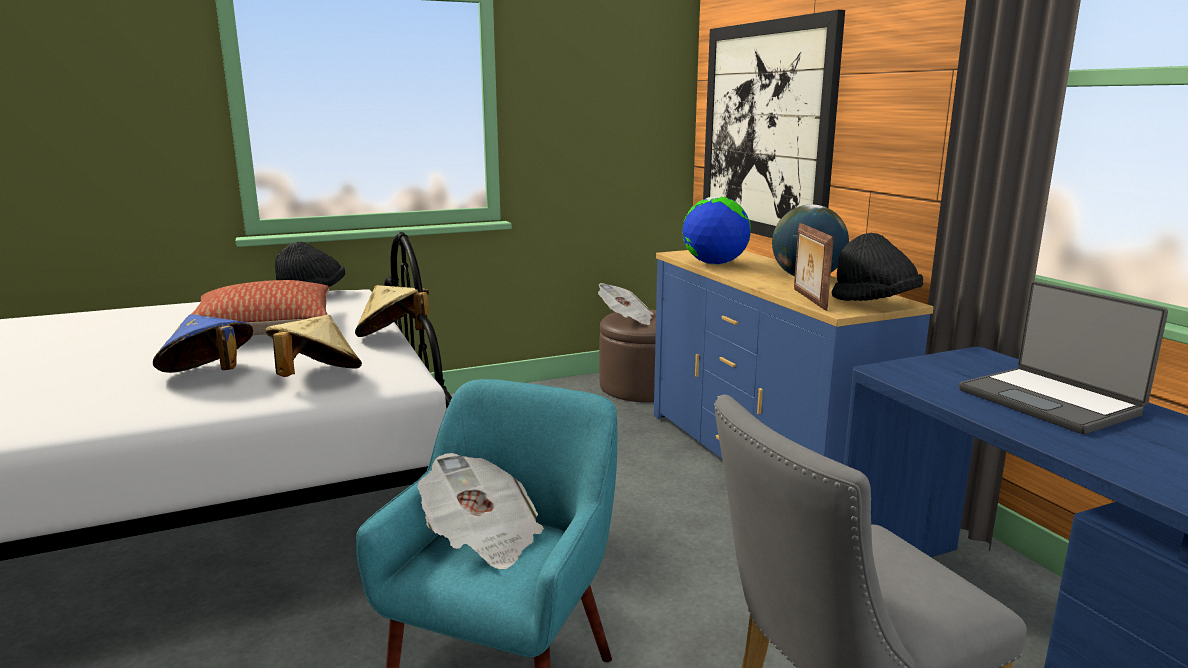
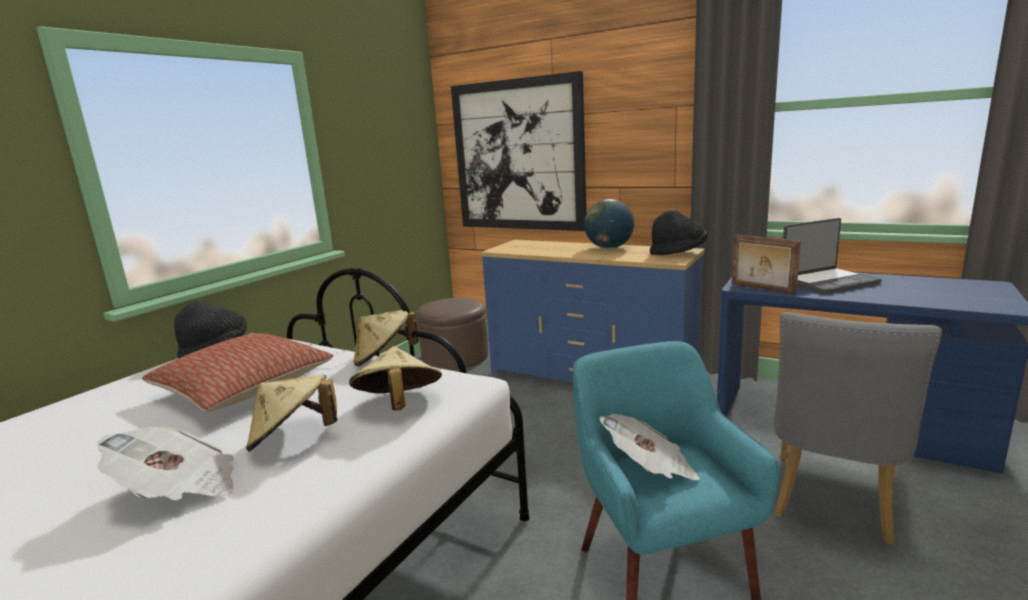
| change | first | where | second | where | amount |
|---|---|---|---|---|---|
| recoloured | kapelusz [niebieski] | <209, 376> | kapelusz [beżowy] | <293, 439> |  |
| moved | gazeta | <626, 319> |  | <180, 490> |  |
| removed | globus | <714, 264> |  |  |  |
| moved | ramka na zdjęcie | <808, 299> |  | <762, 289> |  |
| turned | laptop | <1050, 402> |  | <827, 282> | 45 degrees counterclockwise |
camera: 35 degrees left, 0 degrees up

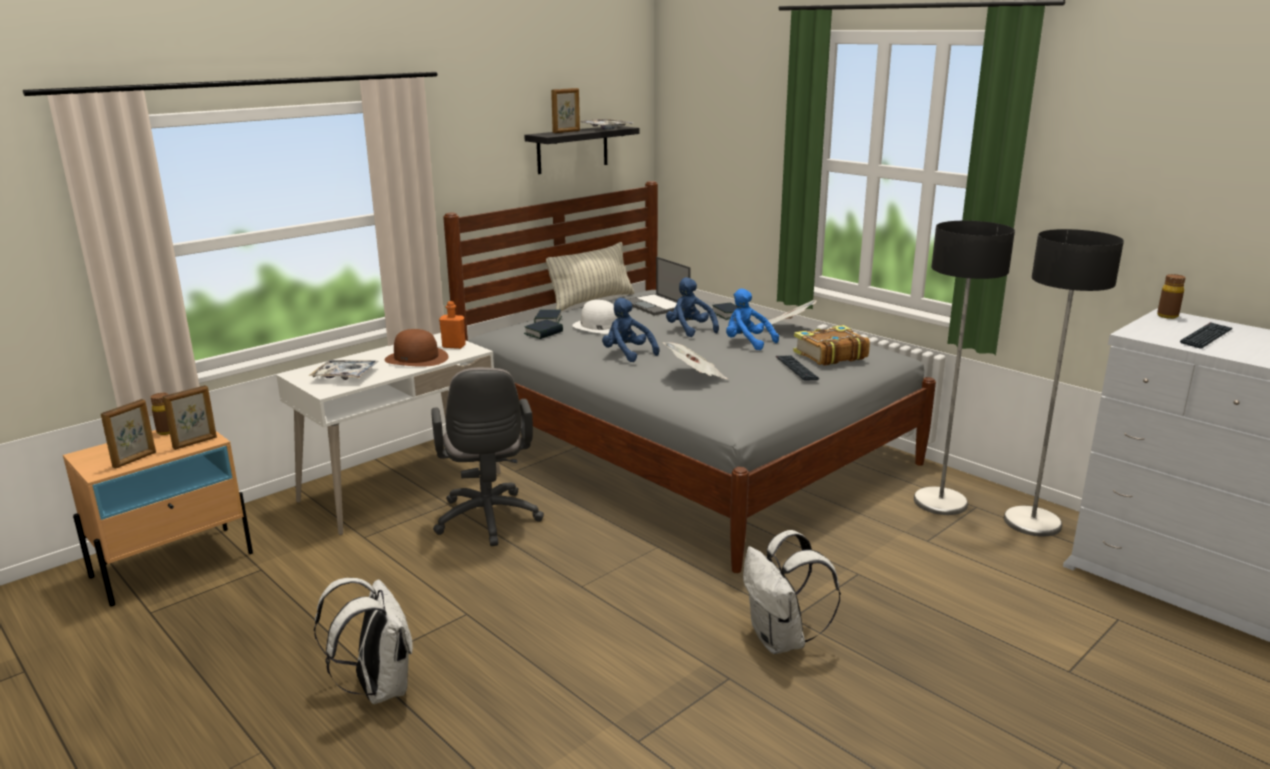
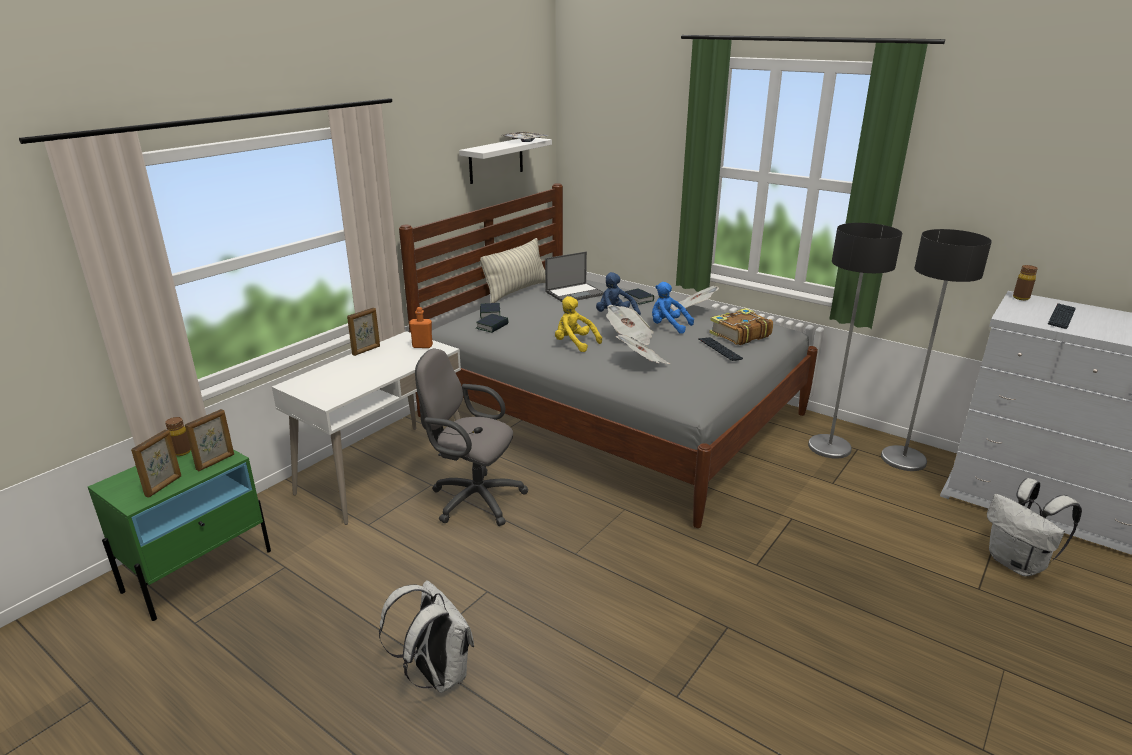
| change | first | where | second | where | amount |
|---|---|---|---|---|---|
| recoloured | szafka nocna [beżowy] | <173, 564> | szafka nocna [zielony] | <199, 570> |  |
| removed | taca | <345, 375> |  |  |  |
| removed | kapelusz [brązowy] | <417, 358> |  |  |  |
| turned | krzesło biurowe [szary] | <488, 521> |  | <472, 499> | 135 degrees clockwise |
| recoloured | półka [czarny] | <572, 149> | półka [biały] | <496, 160> |  |
| moved | ramka na zdjęcie | <566, 132> |  | <366, 350> |  |
| removed | kapelusz [biały] | <599, 326> |  |  |  |
| recoloured | pluszak [niebieski] | <627, 354> | pluszak [żółty] | <574, 343> |  |
| turned | laptop | <656, 305> |  | <575, 293> | 75 degrees counterclockwise |
| moved | plecak [biały] | <781, 640> |  | <1017, 564> |  |
| added |  |  | gazeta | <630, 337> |  |
camera: 10 degrees left, 5 degrees up

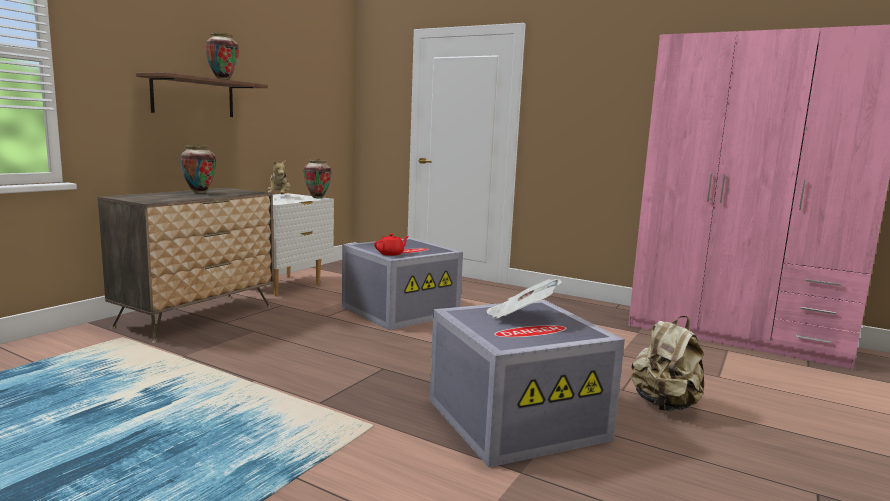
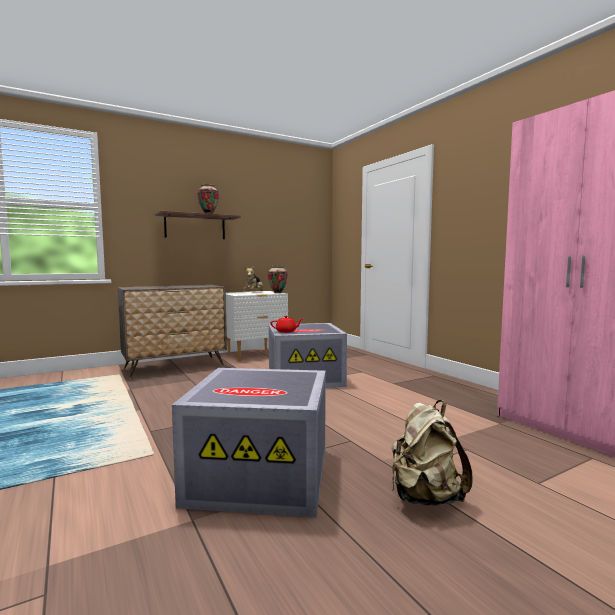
| change | first | where | second | where | amount |
|---|---|---|---|---|---|
| removed | wazon | <199, 192> |  |  |  |
| removed | gazeta | <520, 317> |  |  |  |
camera: 30 degrees right, 5 degrees down

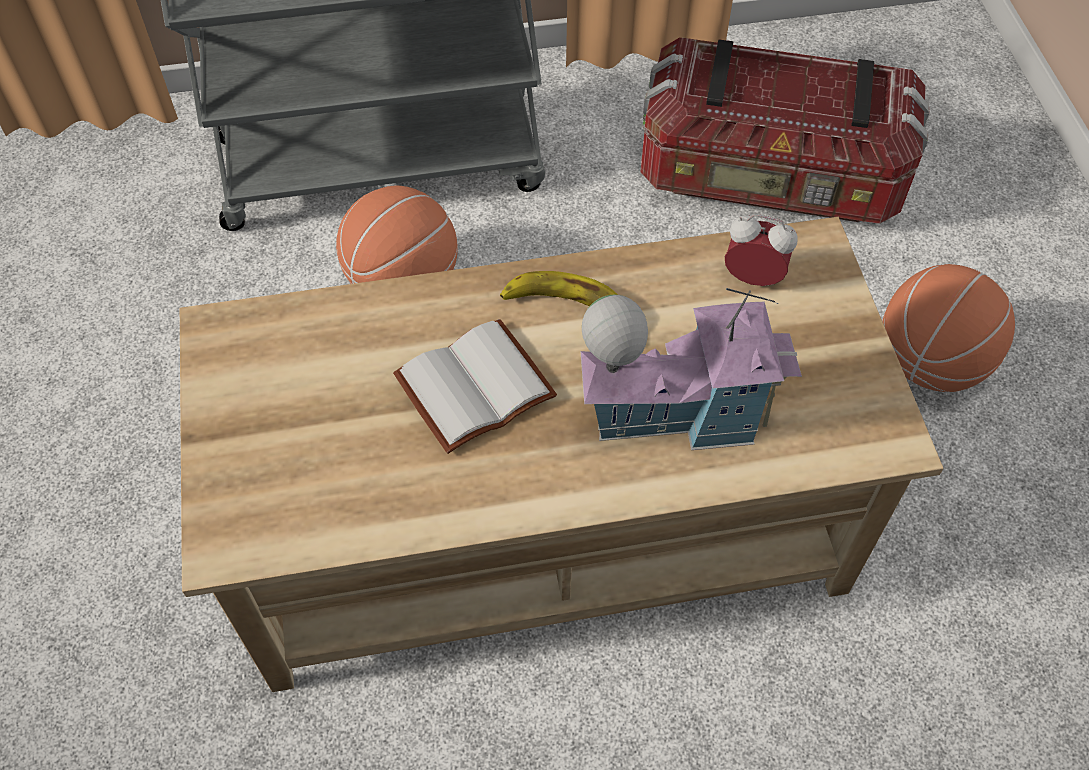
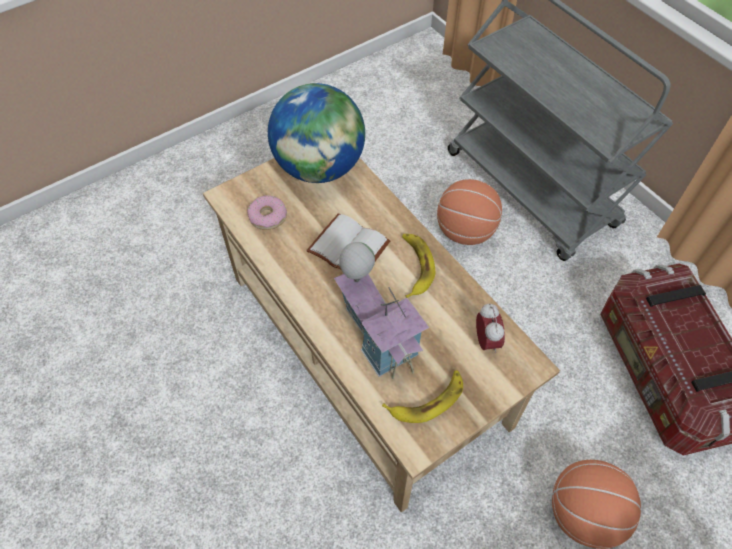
| change | first | where | second | where | amount |
|---|---|---|---|---|---|
| added |  |  | donut | <268, 216> |  |
| added |  |  | globus | <319, 167> |  |
| added |  |  | banan | <427, 399> |  |
camera: 65 degrees right, 0 degrees up

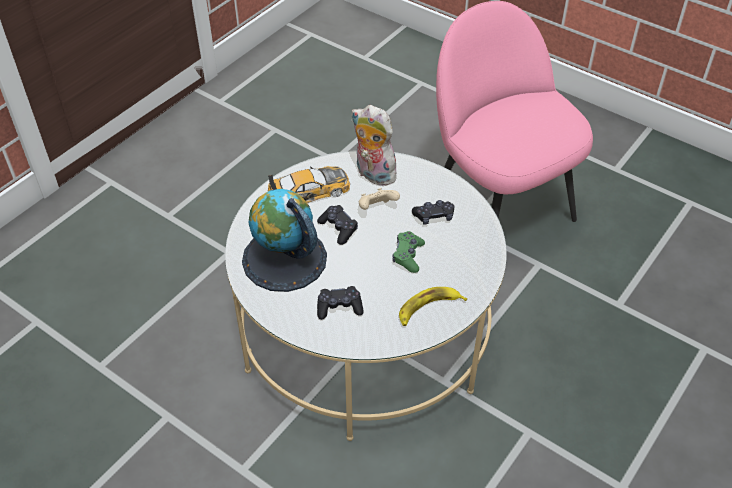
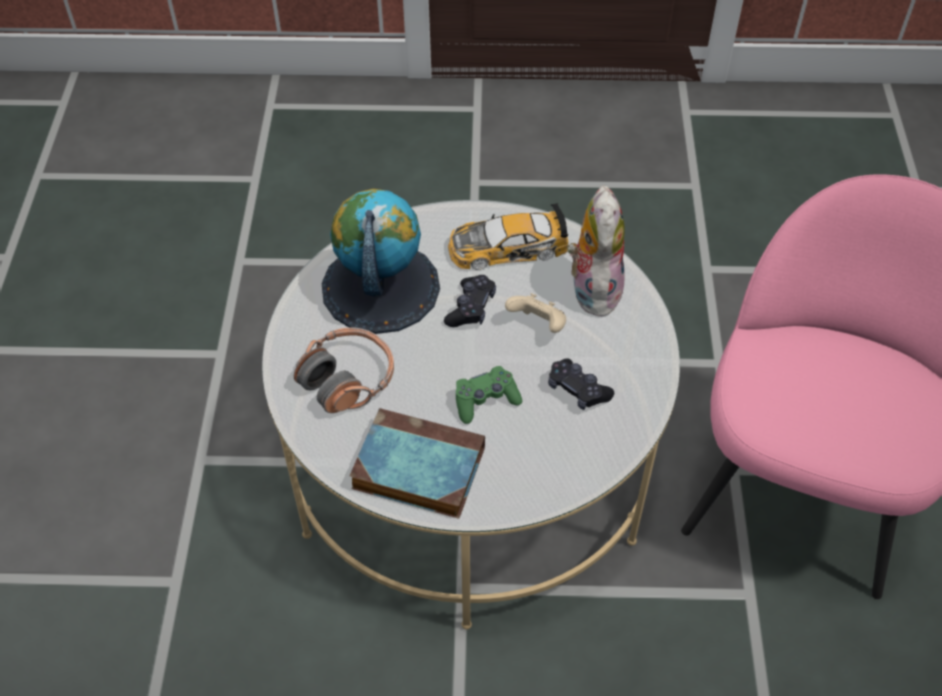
| change | first | where | second | where | amount |
|---|---|---|---|---|---|
| turned | samochodzik | <310, 191> |  | <507, 247> | 135 degrees clockwise |
| replaced | pad do gier [czarny] | <339, 307> | słuchawki | <347, 379> |  |
| replaced | banan | <428, 308> | książka | <415, 468> |  |
camera: 55 degrees right, 5 degrees up

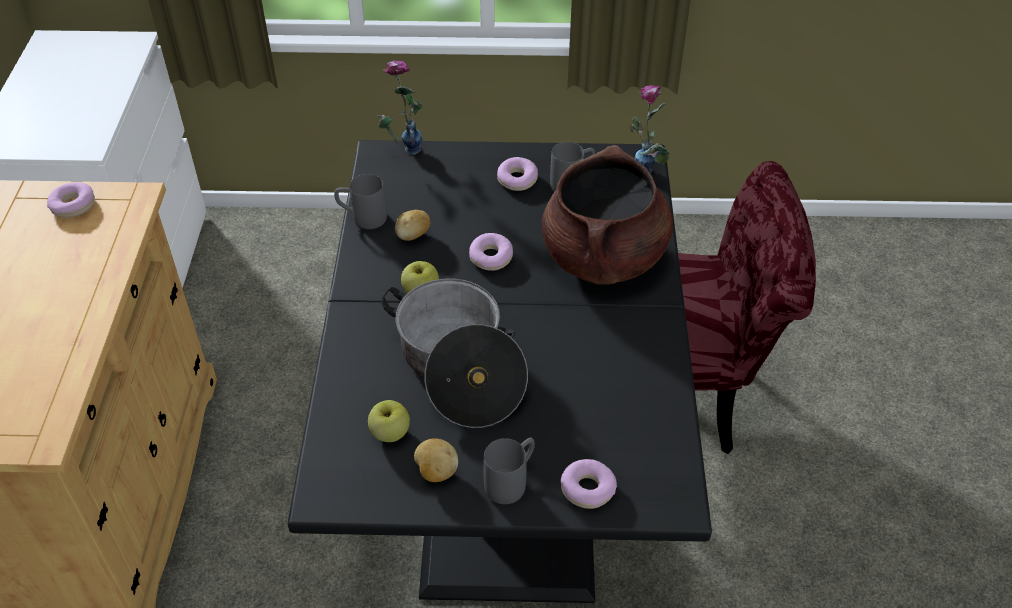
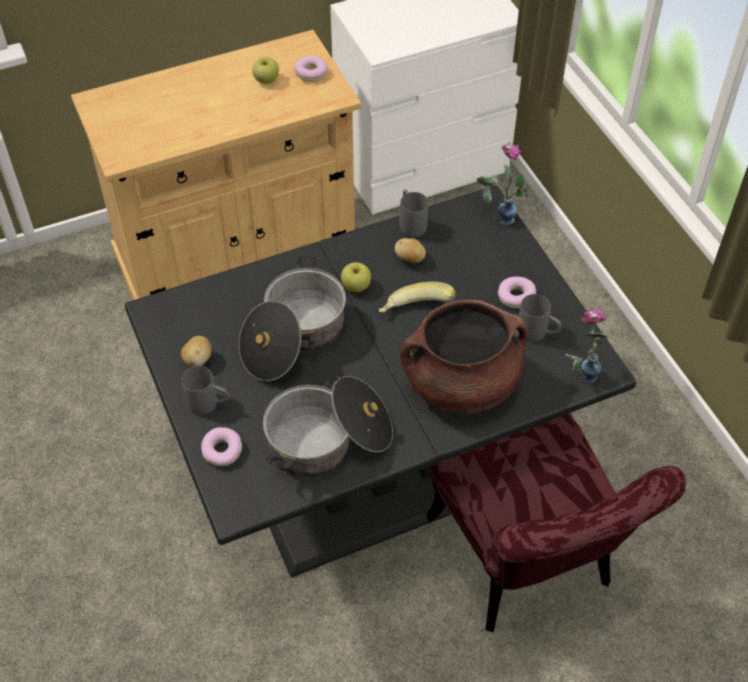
| change | first | where | second | where | amount |
|---|---|---|---|---|---|
| moved | jabłko | <390, 433> |  | <266, 80> |  |
| replaced | donut | <491, 257> | banan | <416, 313> |  |
| added |  |  | garnek | <328, 441> |  |
camera: 65 degrees right, 5 degrees up

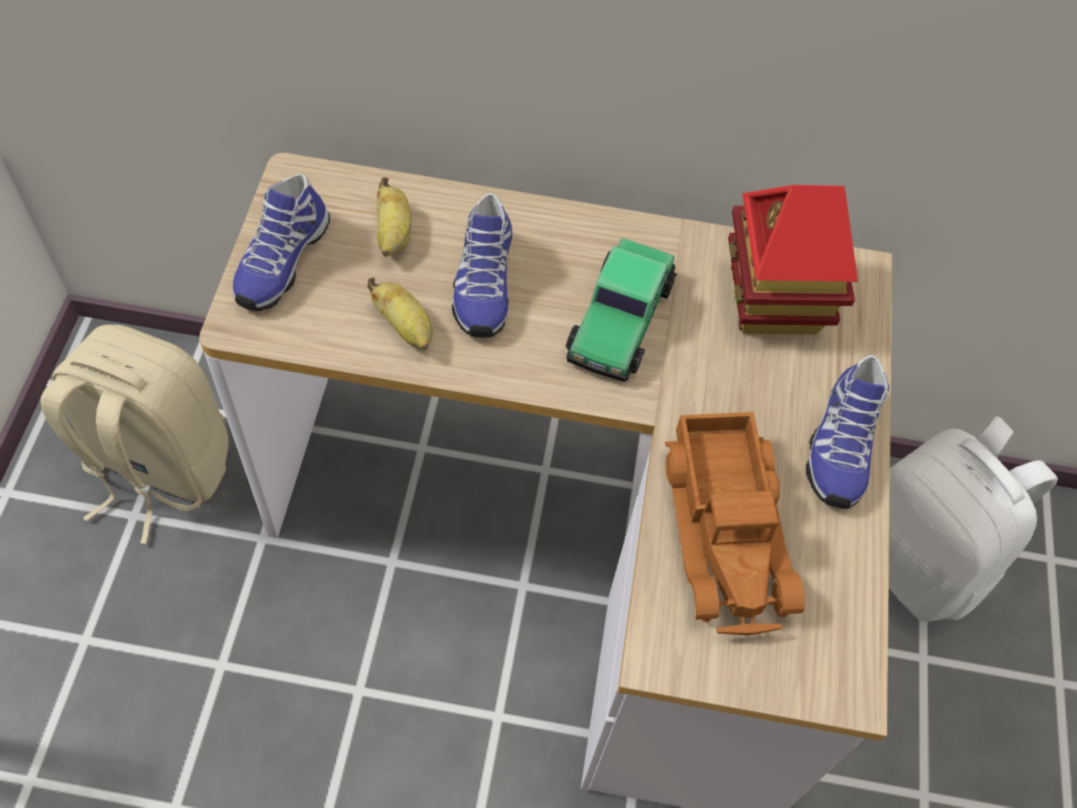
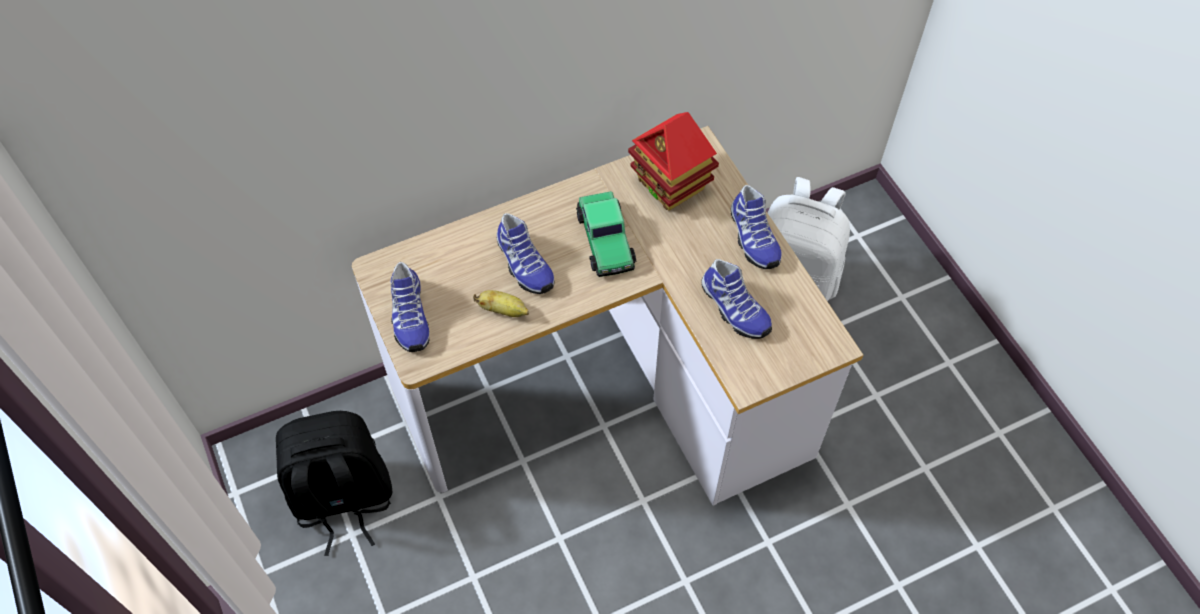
| change | first | where | second | where | amount |
|---|---|---|---|---|---|
| recoloured | plecak [beżowy] | <157, 469> | plecak [czarny] | <343, 500> |  |
| removed | banan | <393, 235> |  |  |  |
| replaced | ciężarówka zabawkowa | <728, 530> | but | <733, 309> |  |
camera: 30 degrees left, 0 degrees up

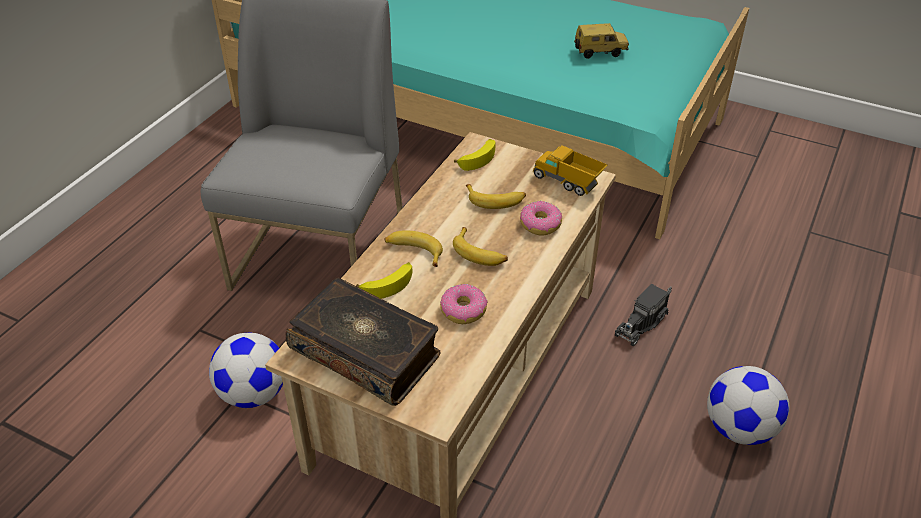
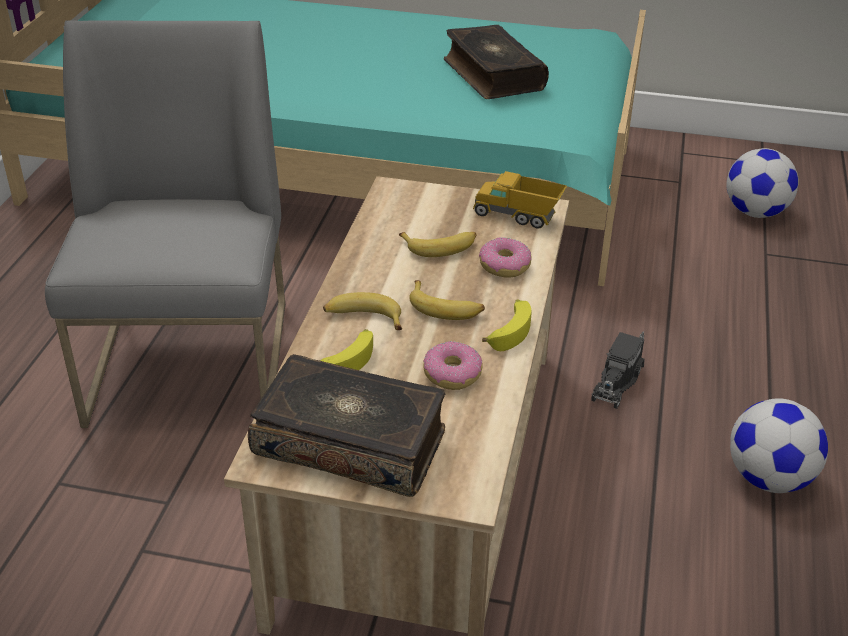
| change | first | where | second | where | amount |
|---|---|---|---|---|---|
| moved | piłka futbolowa | <254, 394> |  | <755, 212> |  |
| moved | banan | <478, 158> |  | <509, 330> |  |
| replaced | samochodzik | <599, 52> | książka | <492, 75> |  |
camera: 15 degrees left, 5 degrees down

